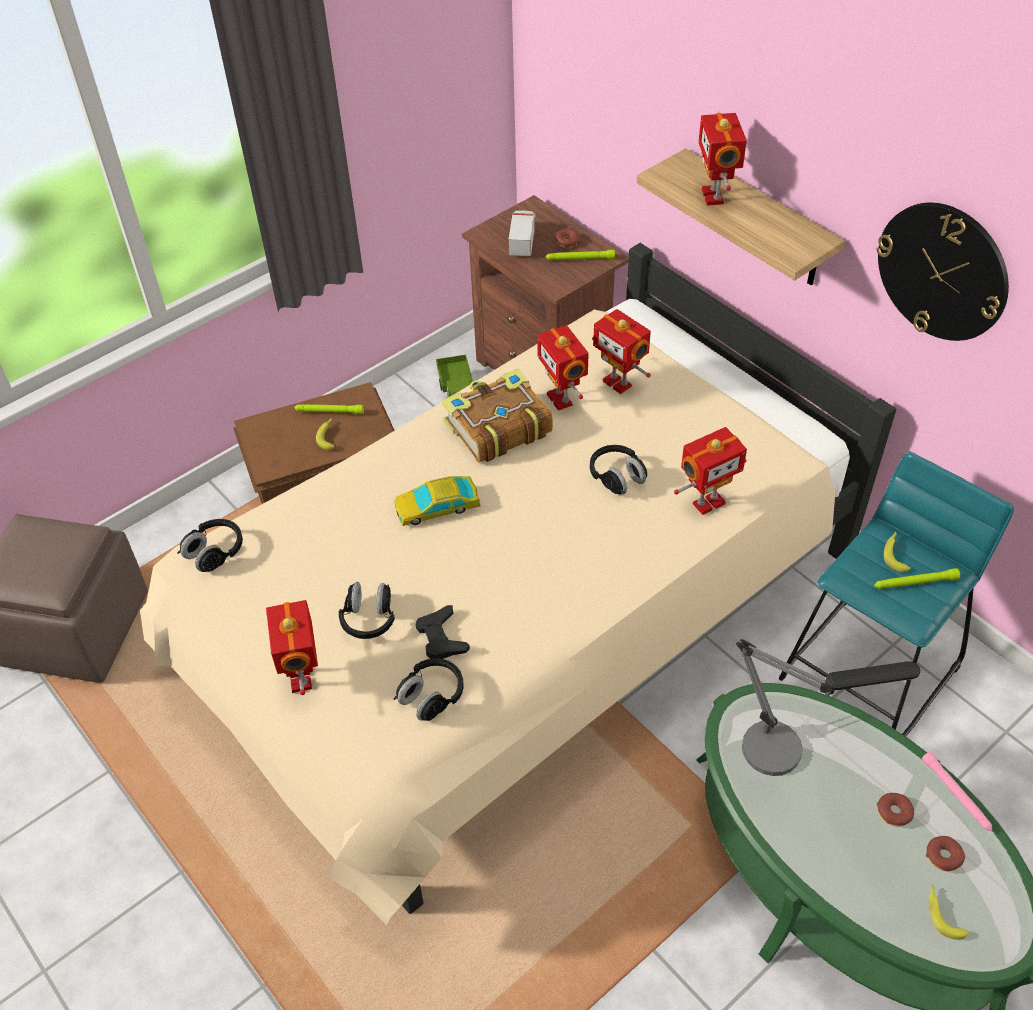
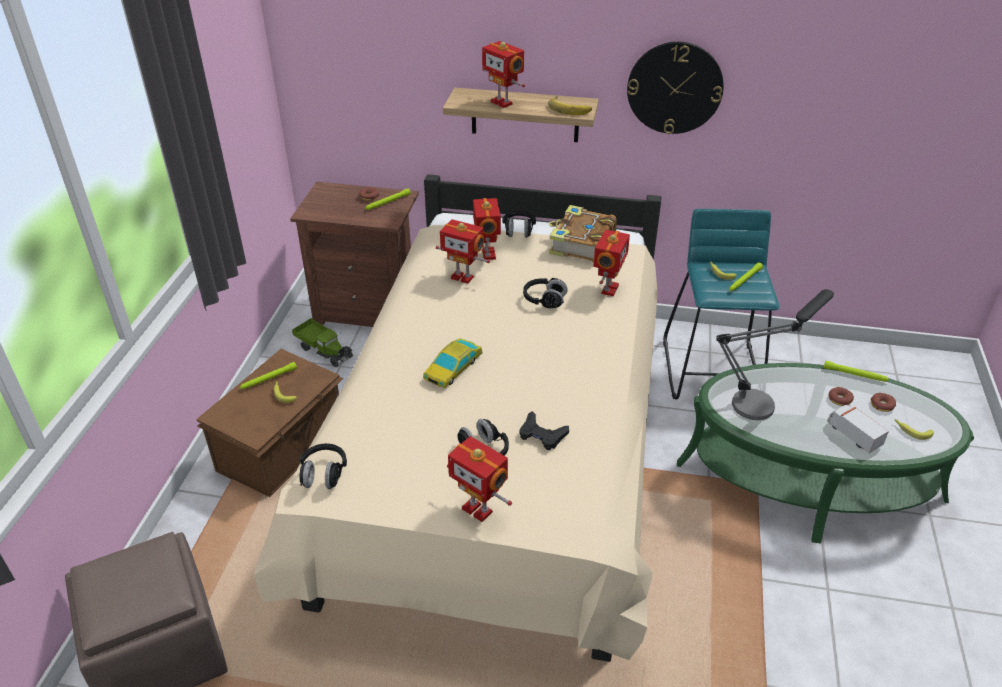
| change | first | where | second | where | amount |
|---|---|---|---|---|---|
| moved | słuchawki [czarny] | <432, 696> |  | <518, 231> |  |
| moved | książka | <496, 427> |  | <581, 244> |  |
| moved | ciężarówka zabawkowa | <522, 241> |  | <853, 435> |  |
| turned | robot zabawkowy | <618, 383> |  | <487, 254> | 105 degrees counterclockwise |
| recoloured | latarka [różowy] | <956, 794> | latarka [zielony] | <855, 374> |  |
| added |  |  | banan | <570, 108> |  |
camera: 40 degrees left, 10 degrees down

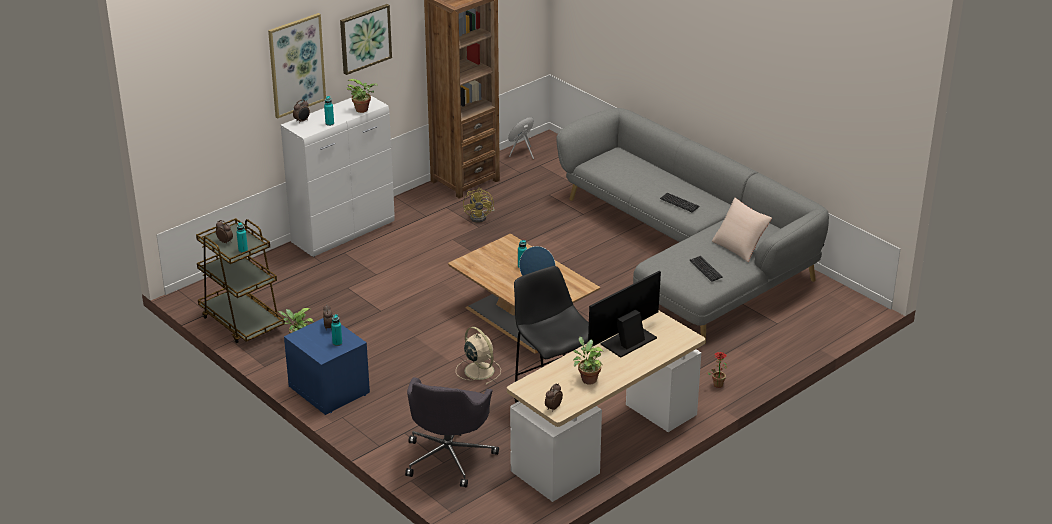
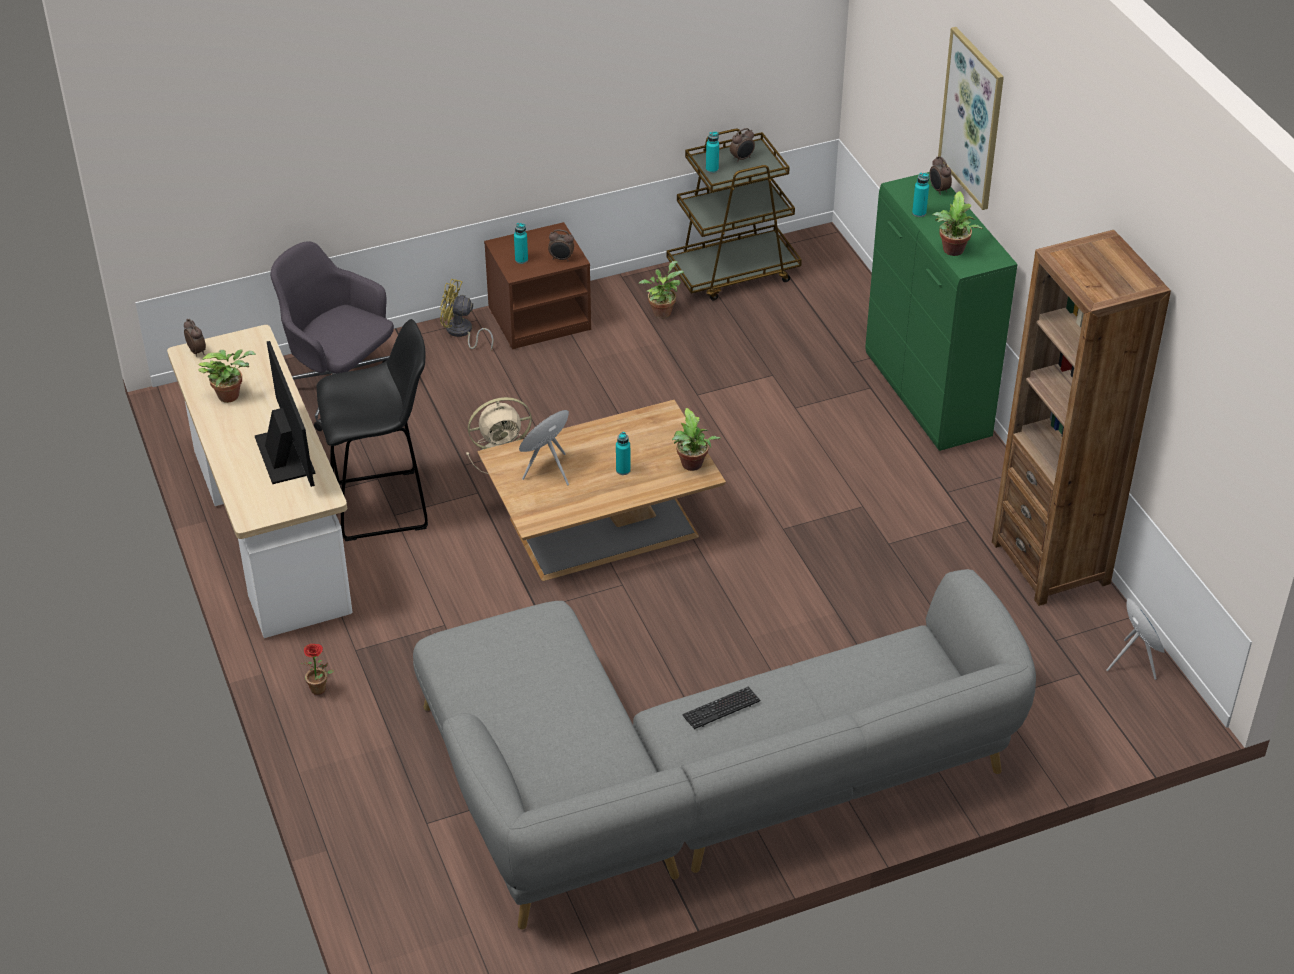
| change | first | where | second | where | amount |
|---|---|---|---|---|---|
| recoloured | szafka [biały] | <344, 233> | szafka [zielony] | <928, 397> |  |
| recoloured | szafka nocna [niebieski] | <328, 390> | szafka nocna [brązowy] | <540, 318> |  |
| removed | obraz | <365, 38> |  |  |  |
| moved | wentylator [żółty] | <481, 217> |  | <461, 333> |  |
| removed | klawiatura | <705, 269> |  |  |  |
| removed | poduszka [beżowy] | <740, 247> |  |  |  |
| added |  |  | roślina doniczkowa | <692, 466> |  |
camera: 110 degrees right, 10 degrees up

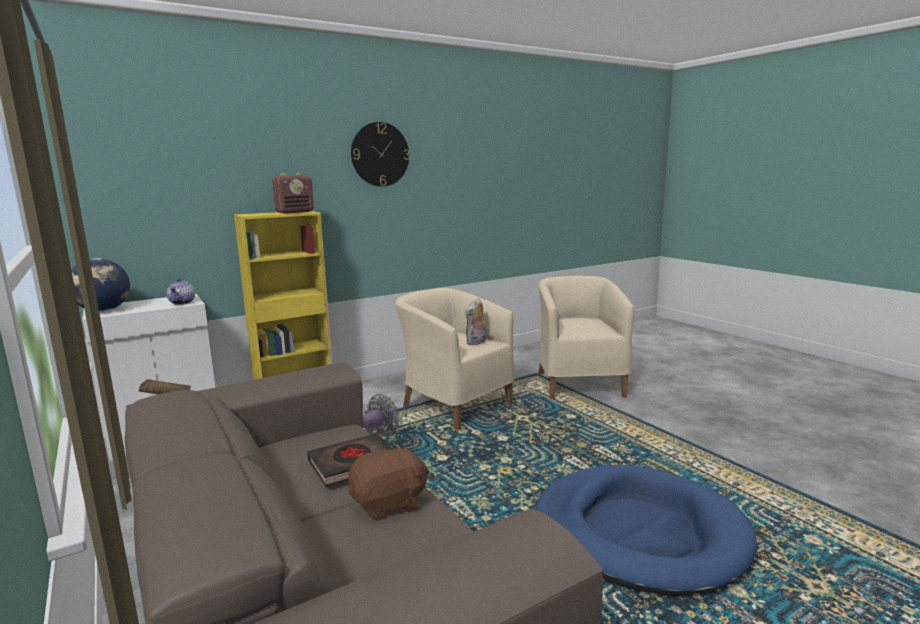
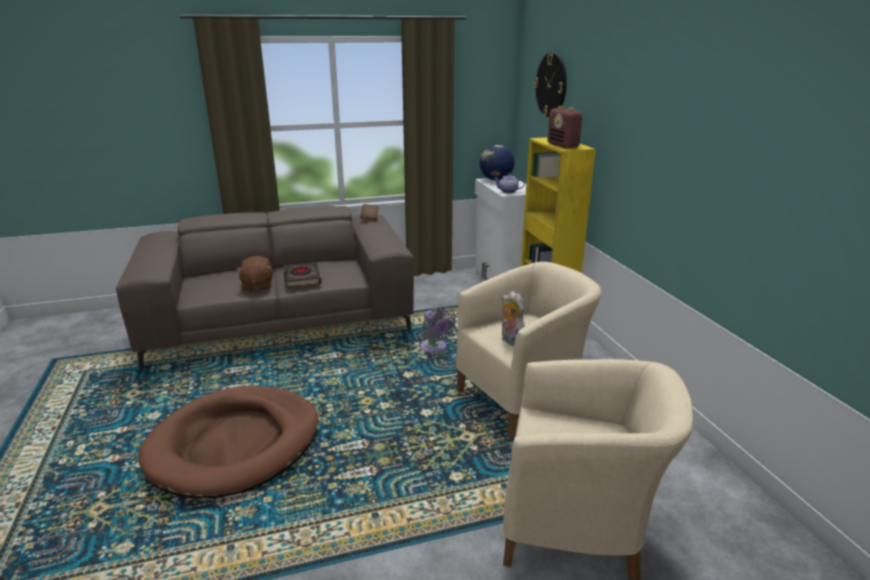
| change | first | where | second | where | amount |
|---|---|---|---|---|---|
| moved | zegar ścienny | <380, 154> |  | <551, 85> |  |
| recoloured | legowisko [niebieski] | <638, 533> | legowisko [brązowy] | <235, 444> |  |
camera: 105 degrees right, 10 degrees up

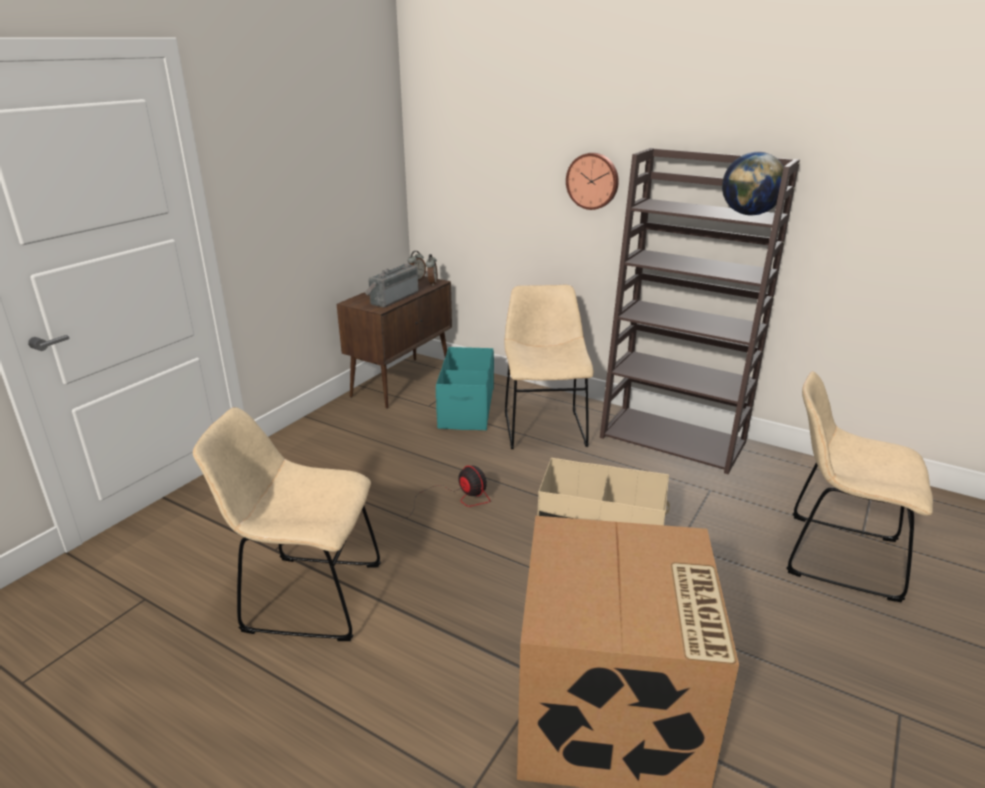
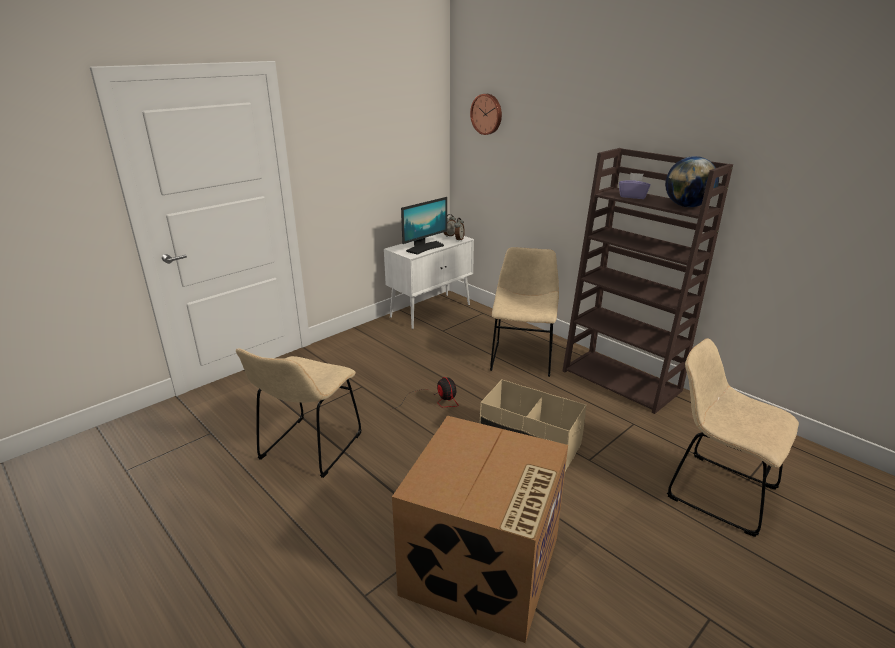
| change | first | where | second | where | amount |
|---|---|---|---|---|---|
| turned | krzesło [beżowy] | <306, 596> |  | <308, 449> | 90 degrees counterclockwise |
| recoloured | szafka [brązowy] | <402, 382> | szafka [biały] | <431, 311> |  |
| replaced | radio | <392, 298> | monitor | <424, 248> |  |
| removed | pojemnik do przechowywania [turkusowy] | <466, 408> |  |  |  |
| moved | zegar ścienny | <593, 181> |  | <487, 114> |  |
| added |  |  | pudełko chusteczek [fioletowy] | <633, 196> |  |
camera: 15 degrees right, 0 degrees up

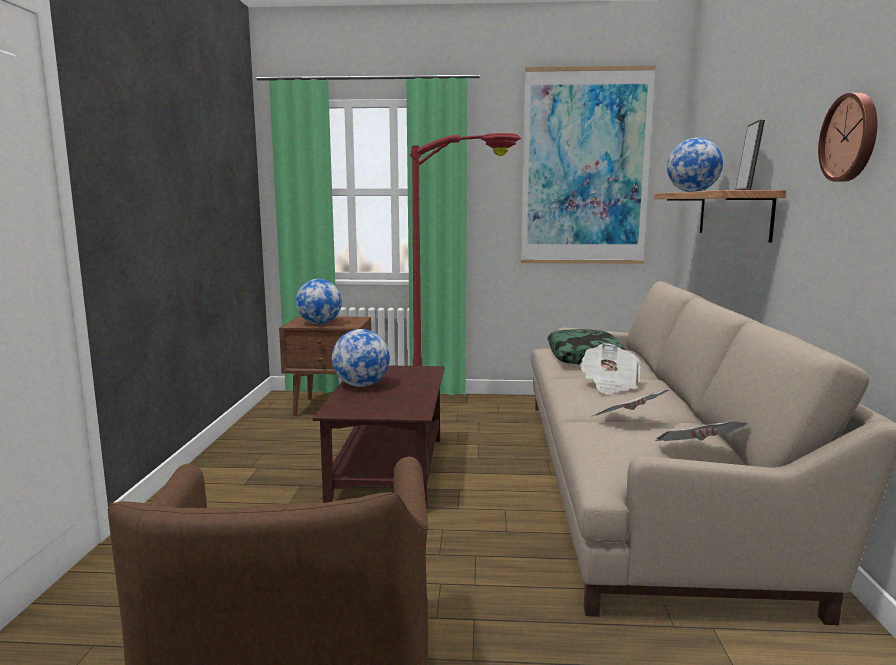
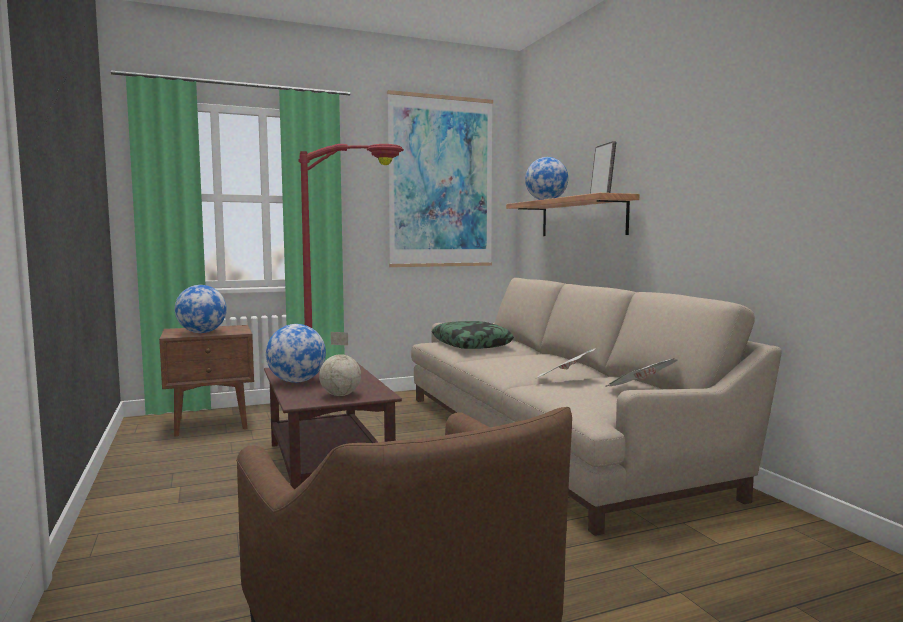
| change | first | where | second | where | amount |
|---|---|---|---|---|---|
| removed | gazeta | <609, 385> |  |  |  |
| removed | zegar ścienny | <851, 138> |  |  |  |
| added |  |  | globus | <340, 395> |  |
camera: 25 degrees left, 5 degrees down

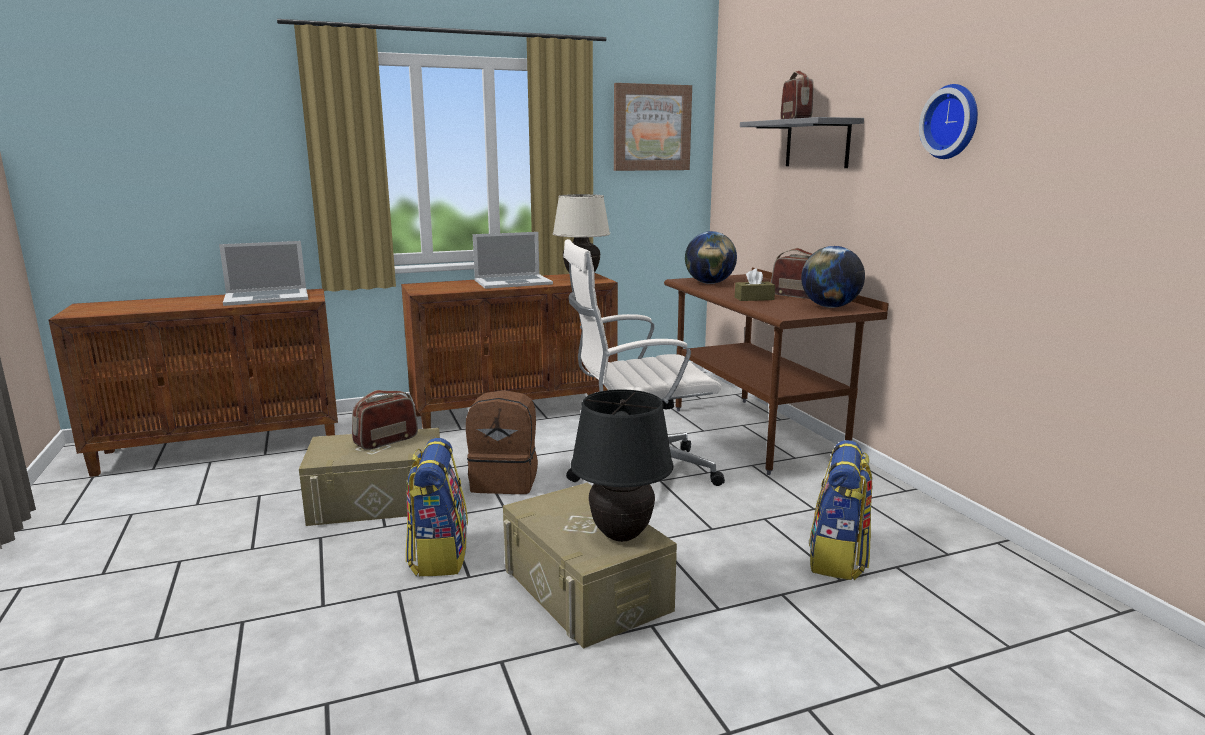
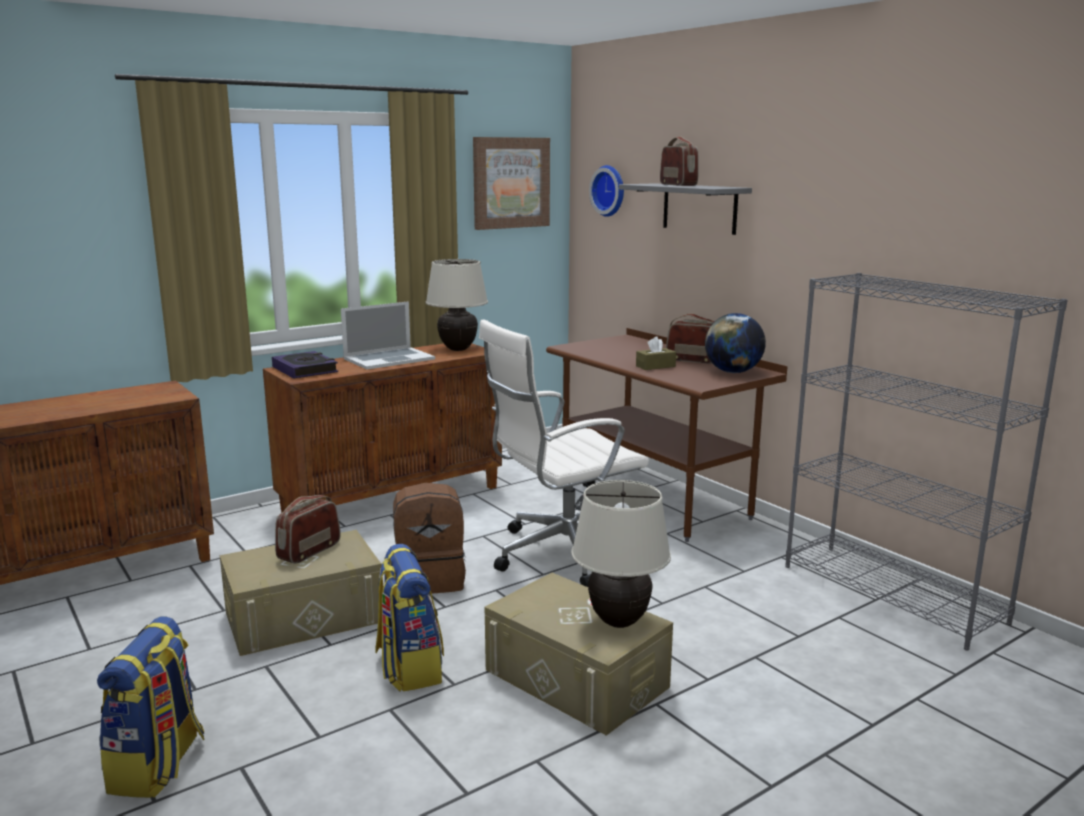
| change | first | where | second | where | amount |
|---|---|---|---|---|---|
| removed | laptop | <267, 297> |  |  |  |
| recoloured | lampa stołowa [czarny] | <621, 535> | lampa stołowa [beżowy] | <619, 621> |  |
| removed | globus | <709, 283> |  |  |  |
| moved | plecak | <838, 559> |  | <158, 765> |  |
| moved | zegar ścienny | <953, 122> |  | <610, 191> |  |
| added |  |  | książka | <305, 370> |  |
| added |  |  | regał [szary] | <893, 594> |  |
camera: 15 degrees left, 0 degrees up

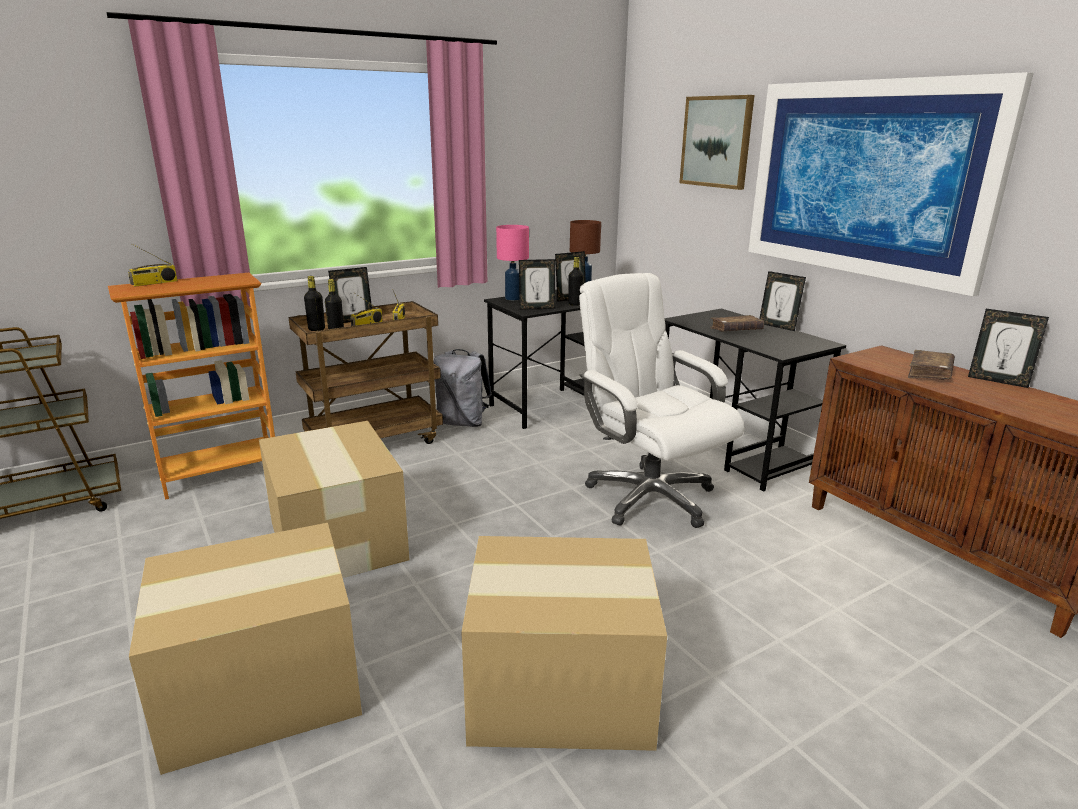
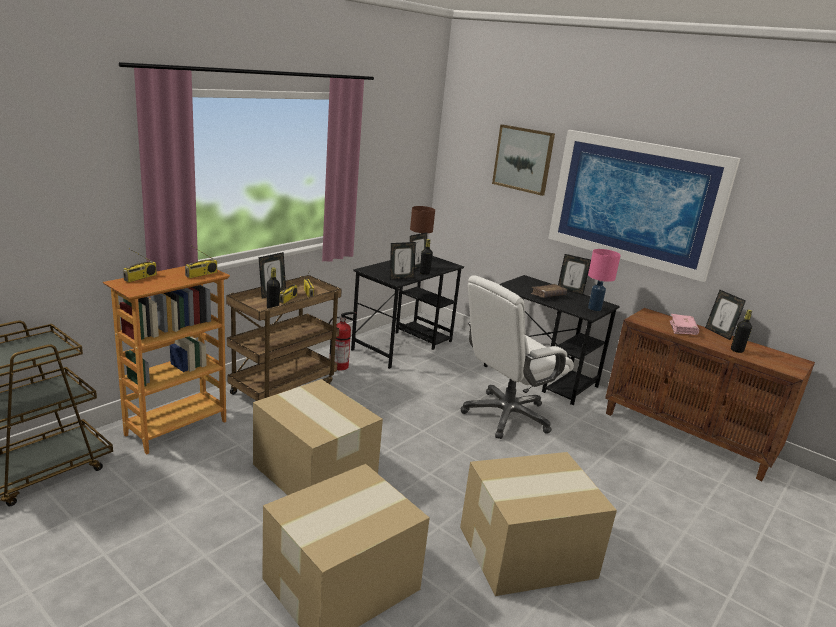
| change | first | where | second | where | amount |
|---|---|---|---|---|---|
| moved | butelka [czarny] | <316, 329> |  | <737, 350> |  |
| replaced | plecak [szary] | <462, 422> | gaśnica | <340, 366> |  |
| moved | lampa stołowa [różowy] | <512, 298> |  | <594, 308> |  |
| turned | krzesło biurowe [biały] | <649, 497> |  | <506, 416> | 75 degrees counterclockwise |
| recoloured | książka [brązowy] | <929, 373> | książka [różowy] | <682, 329> |  |
| turned | ramka na zdjęcie | <998, 381> |  | <719, 333> | 45 degrees clockwise |
| added |  |  | radio | <201, 274> |  |
camera: 20 degrees left, 0 degrees up

